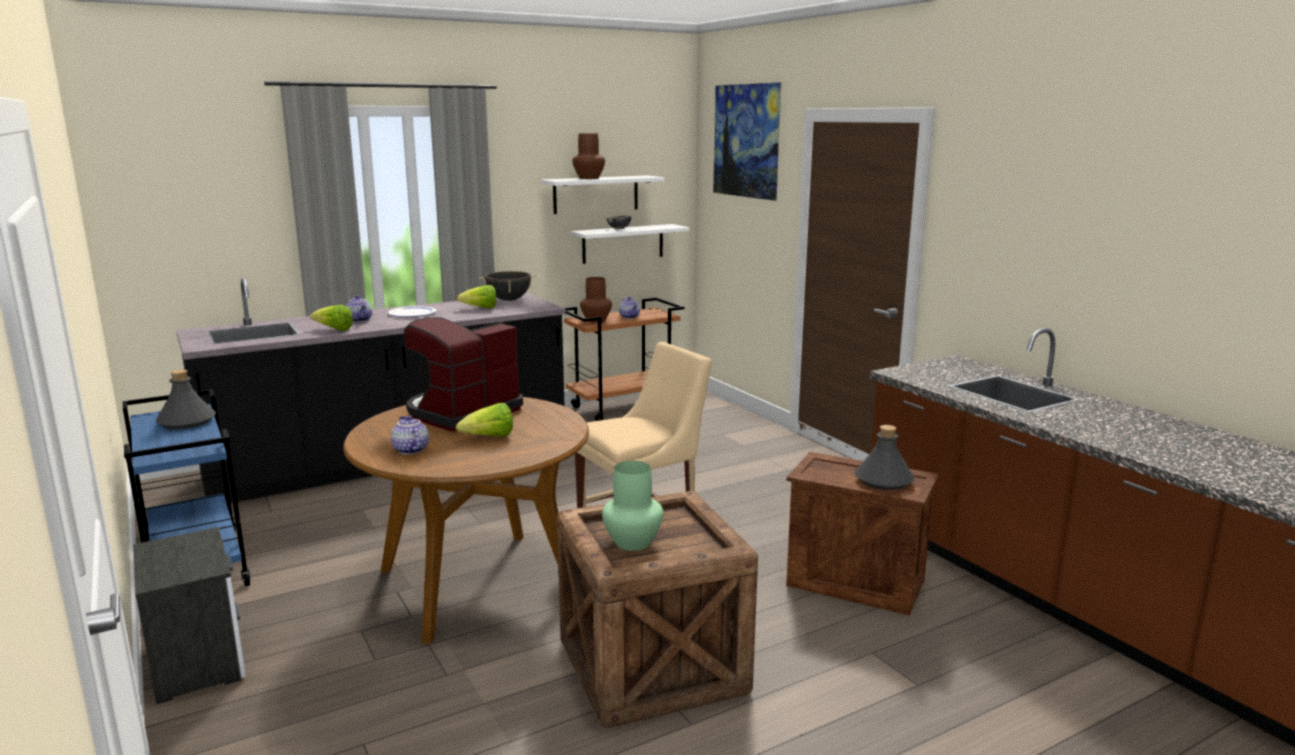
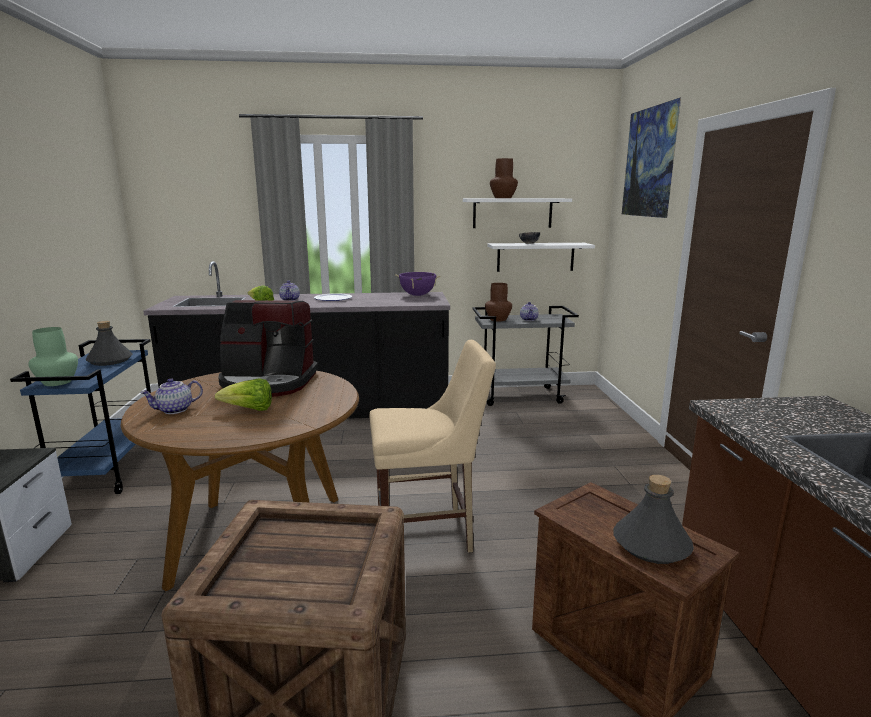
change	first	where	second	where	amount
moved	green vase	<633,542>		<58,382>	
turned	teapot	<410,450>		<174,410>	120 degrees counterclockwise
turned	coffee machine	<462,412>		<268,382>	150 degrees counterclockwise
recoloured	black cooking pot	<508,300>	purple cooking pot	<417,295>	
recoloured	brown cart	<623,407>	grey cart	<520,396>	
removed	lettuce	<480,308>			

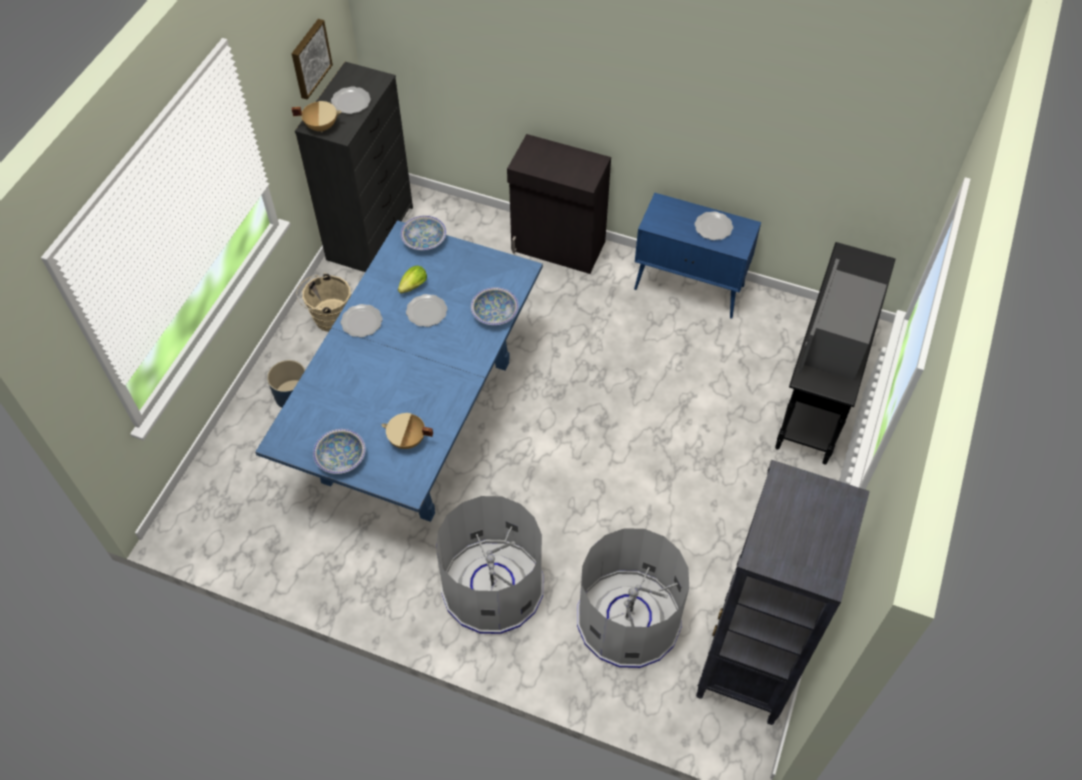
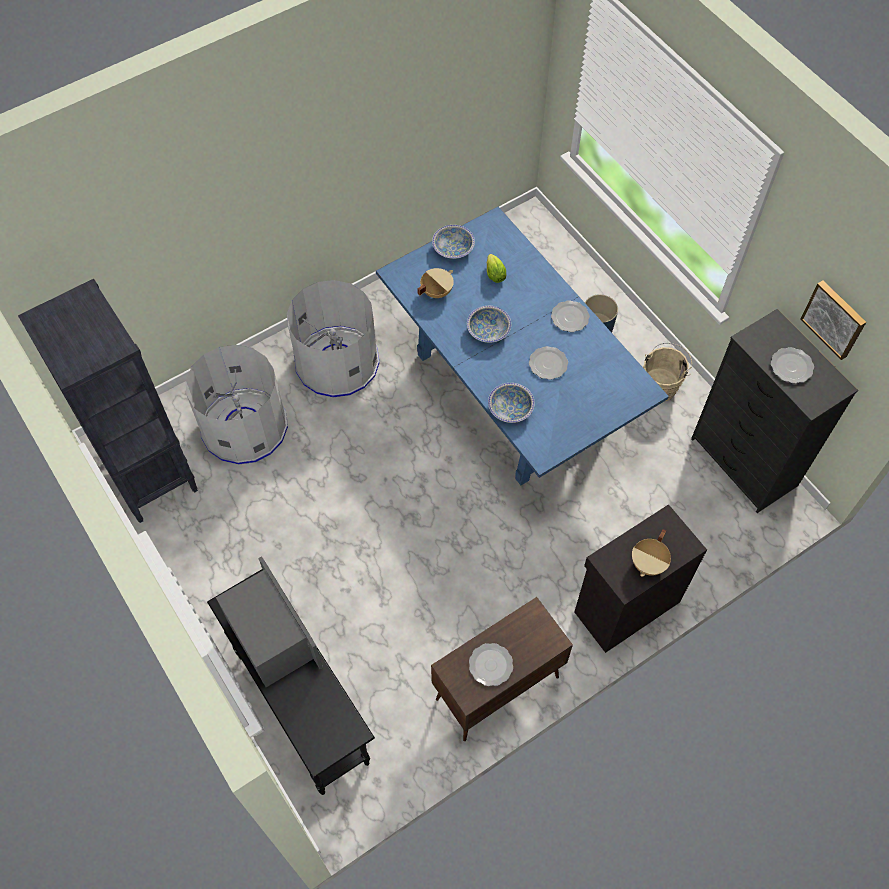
change	first	where	second	where	amount
recoloured	blue cabinet	<690,288>	brown cabinet	<496,689>	
moved	bowl	<424,241>		<488,330>	
moved	lettuce	<412,287>		<494,273>	
moved	beige cooking pot	<321,126>		<649,564>	

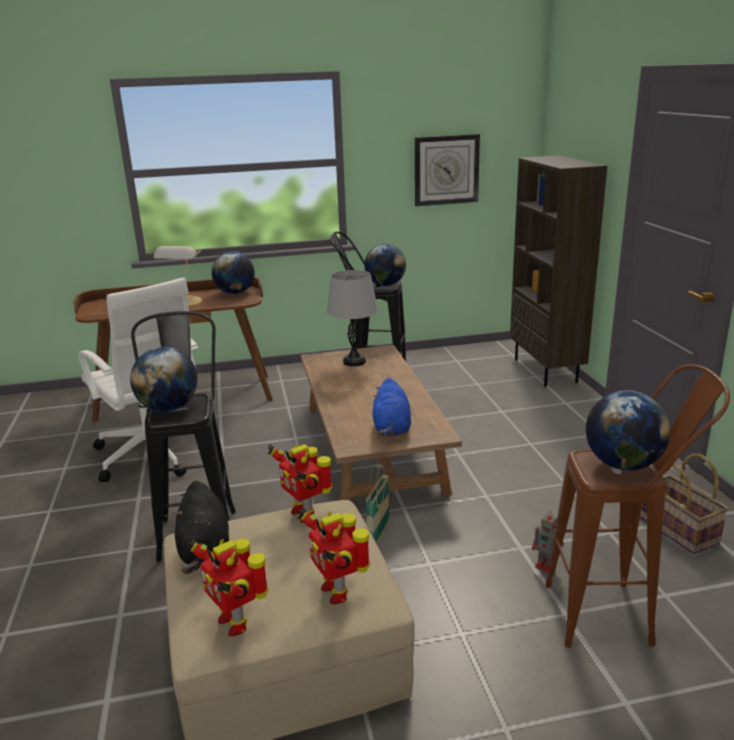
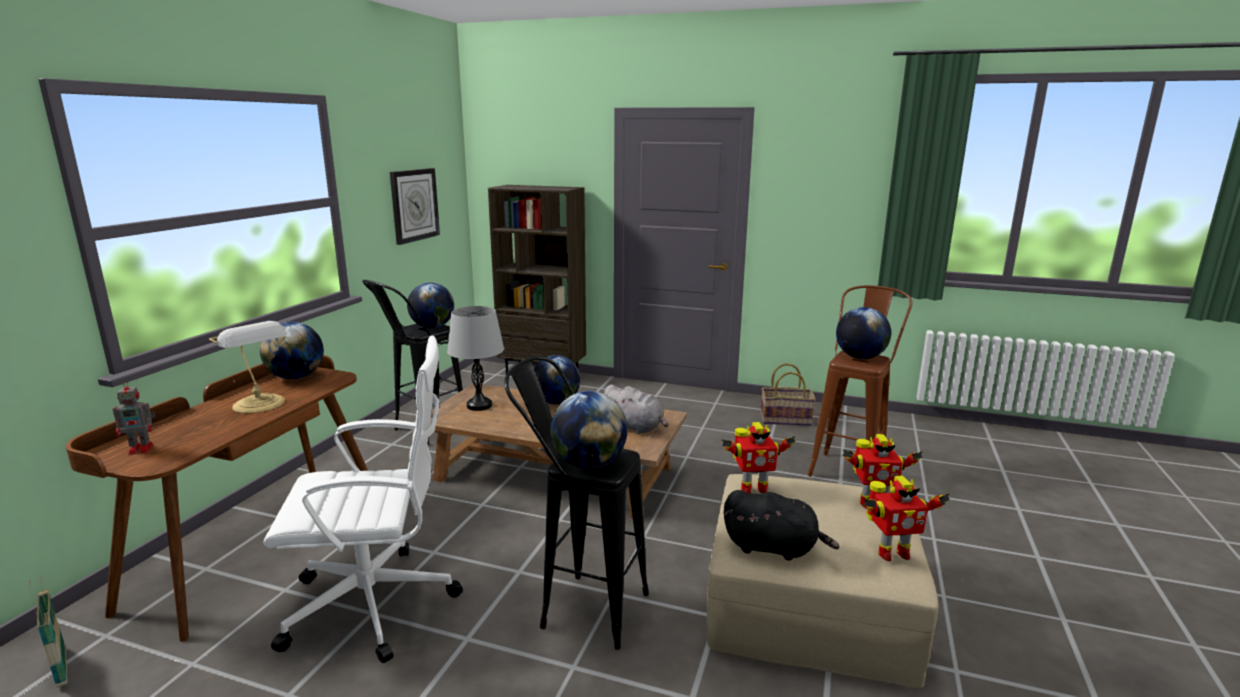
change	first	where	second	where	amount
moved	basket	<378,535>		<61,668>	
moved	toy robot	<546,565>		<142,449>	
added			globe	<556,402>	
recoloured	blue plush toy	<391,428>	grey plush toy	<634,428>	

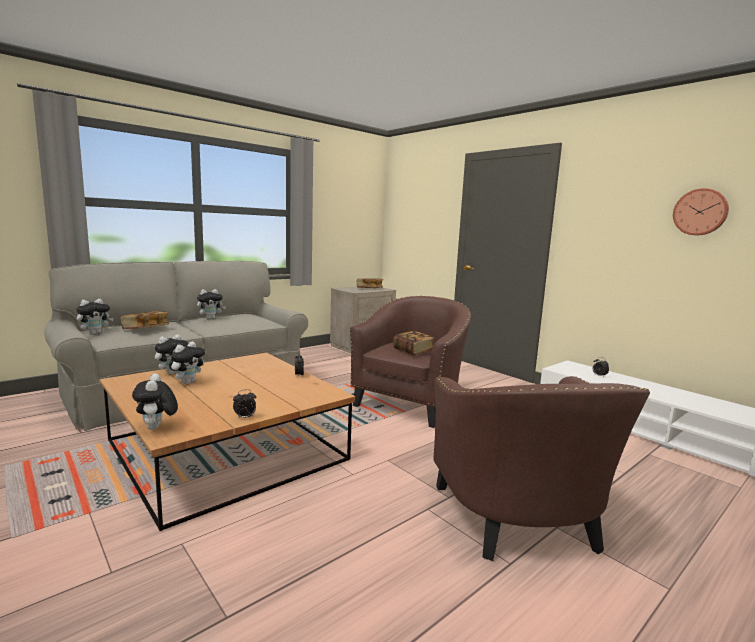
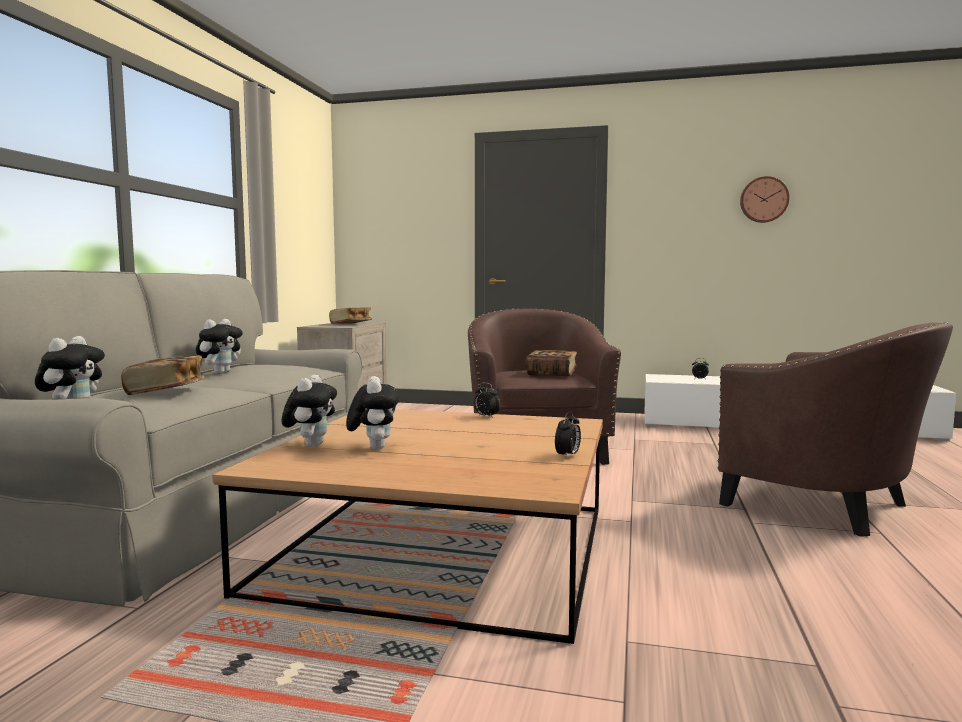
change	first	where	second	where	amount
removed	plush toy	<157,428>			

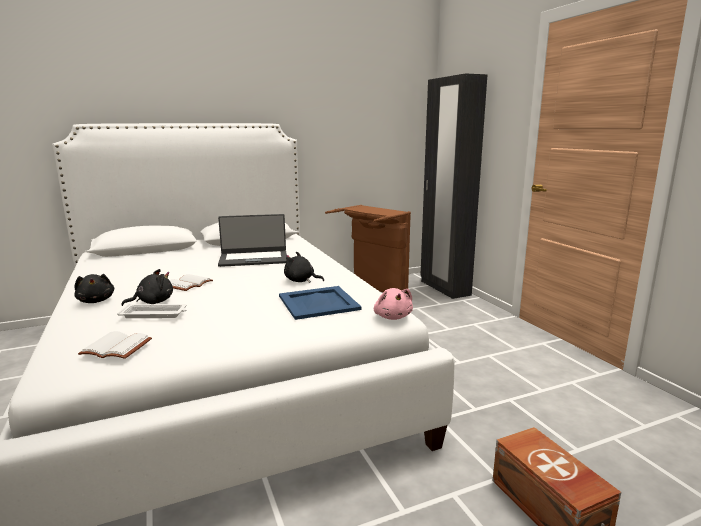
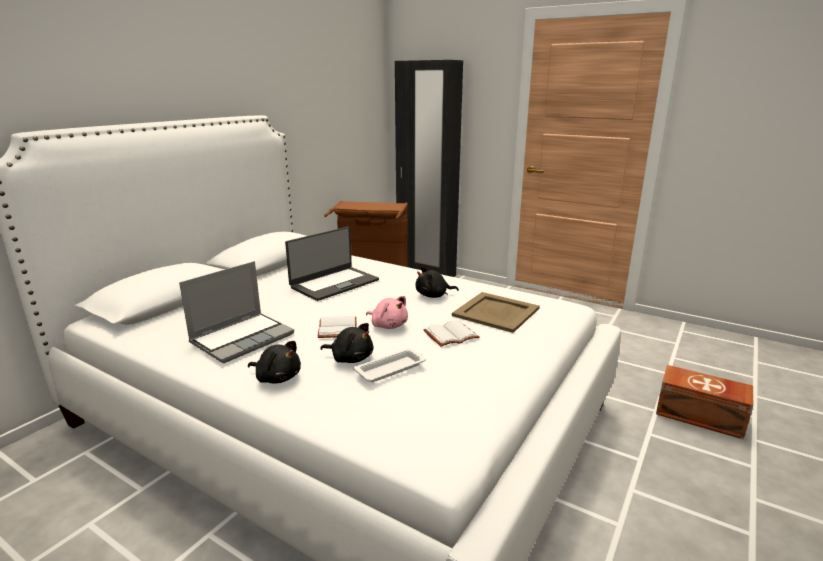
change	first	where	second	where	amount
added			laptop	<243,338>	
turned	black plush toy	<153,302>		<350,358>	90 degrees clockwise
moved	pink plush toy	<392,317>		<388,325>	
moved	white book	<114,348>		<451,336>	
recoloured	blue tray	<318,303>	beige tray	<496,312>	

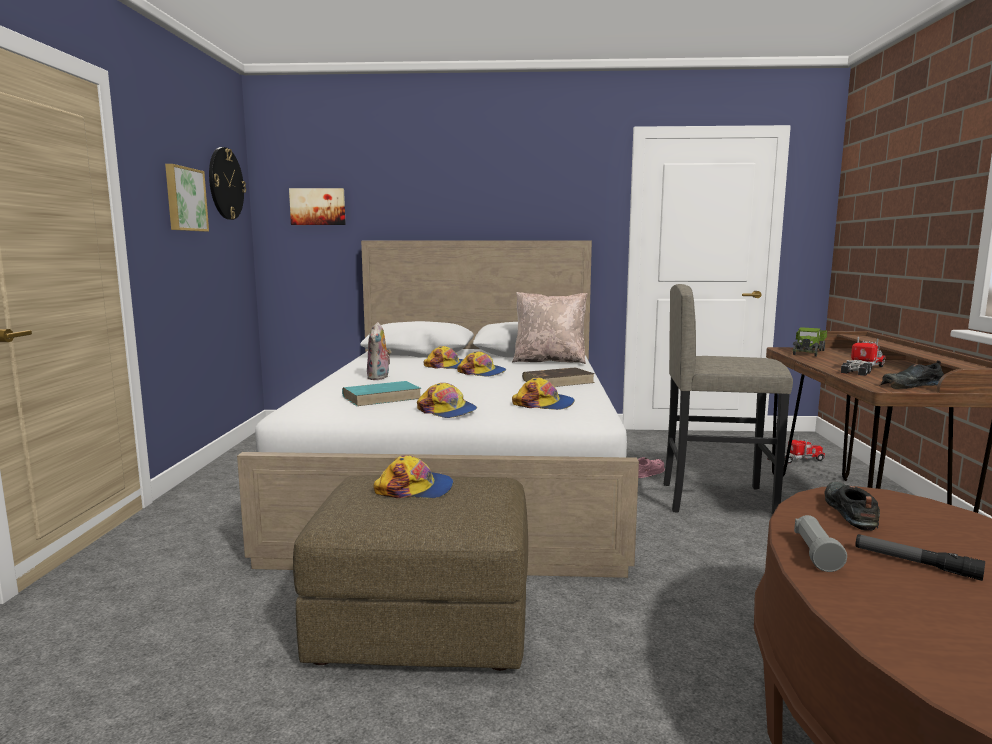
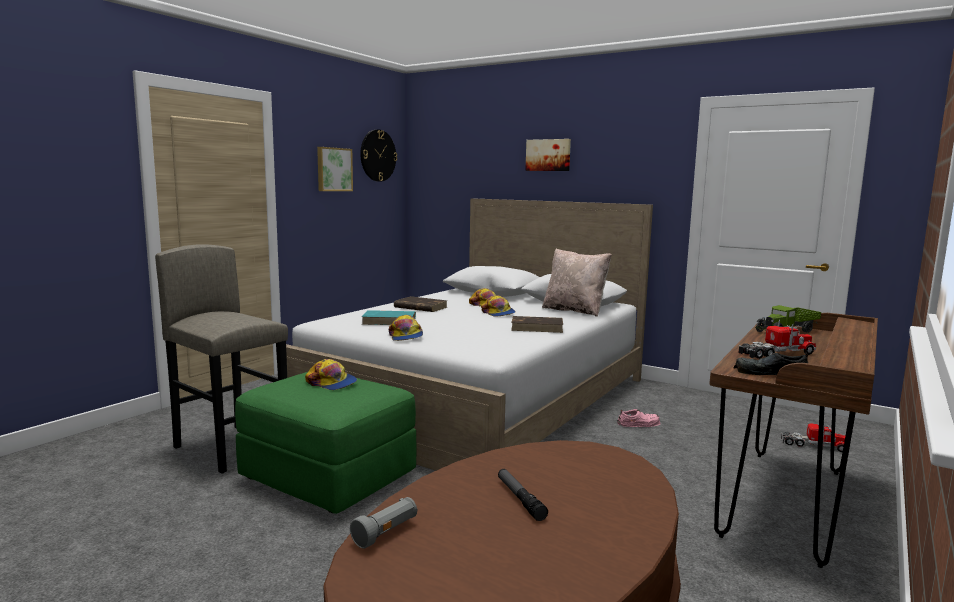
change	first	where	second	where	amount
moved	grey stool	<716,499>		<232,447>	
recoloured	brown ottoman	<424,623>	green ottoman	<329,476>	
moved	grey flashlight	<816,554>		<386,533>	
replaced	plush toy	<379,378>	brown book	<420,307>	
moved	picture	<318,207>		<548,155>	
removed	cap	<544,404>			
removed	black shoe	<849,512>			

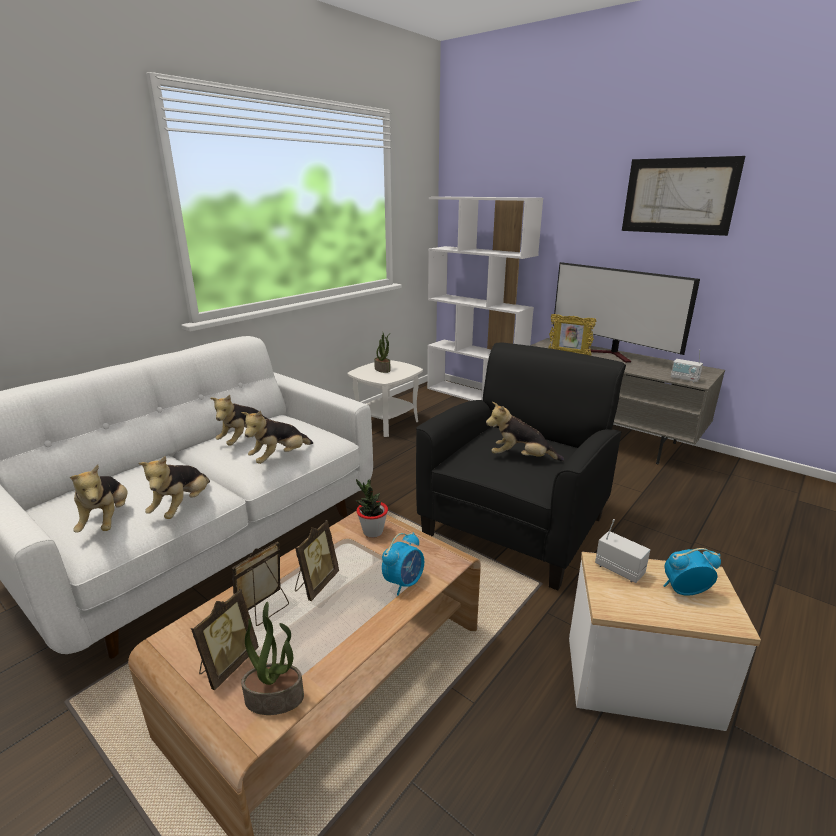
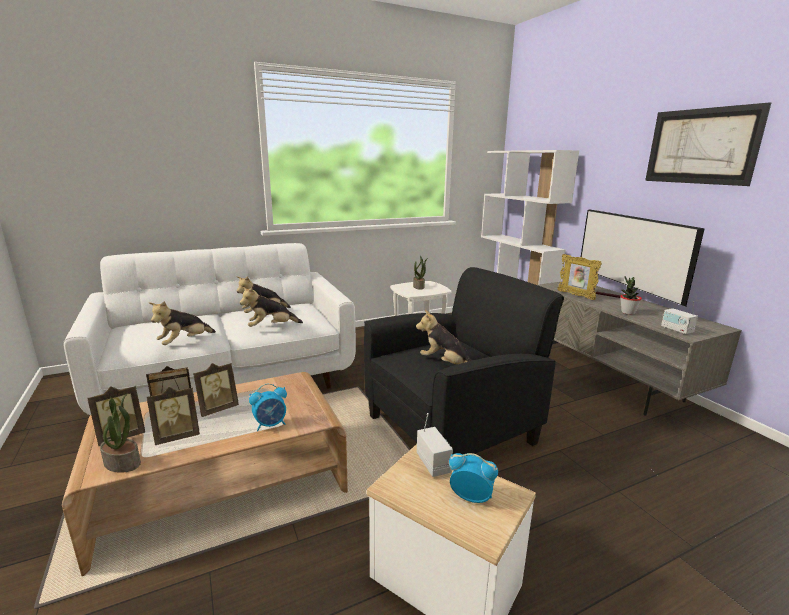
change	first	where	second	where	amount
added			picture frame	<177,436>	
moved	potted plant	<373,532>		<627,312>	
removed	plush toy	<107,520>			

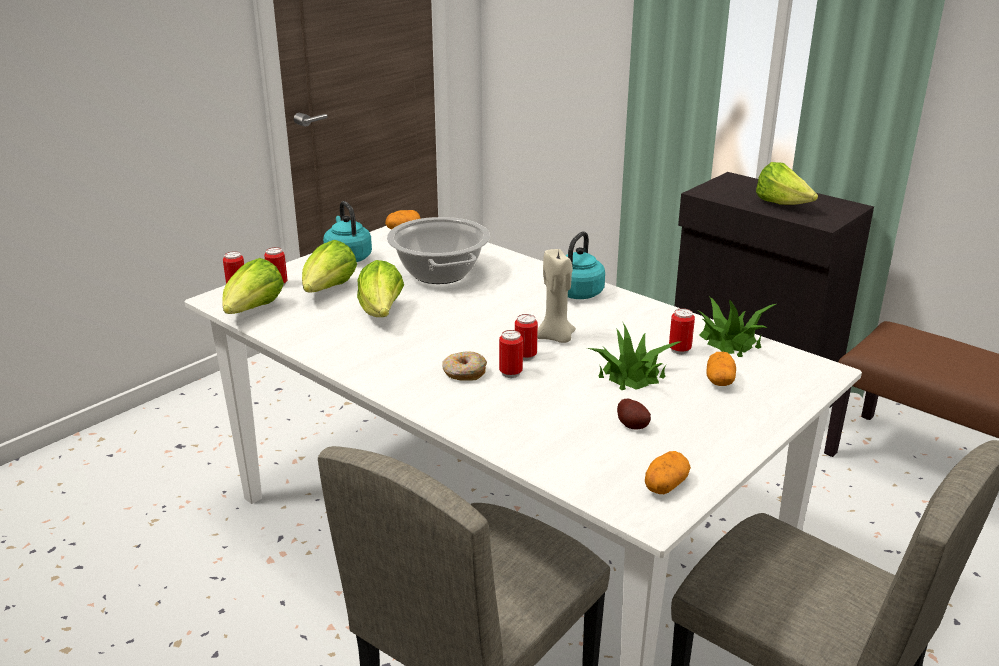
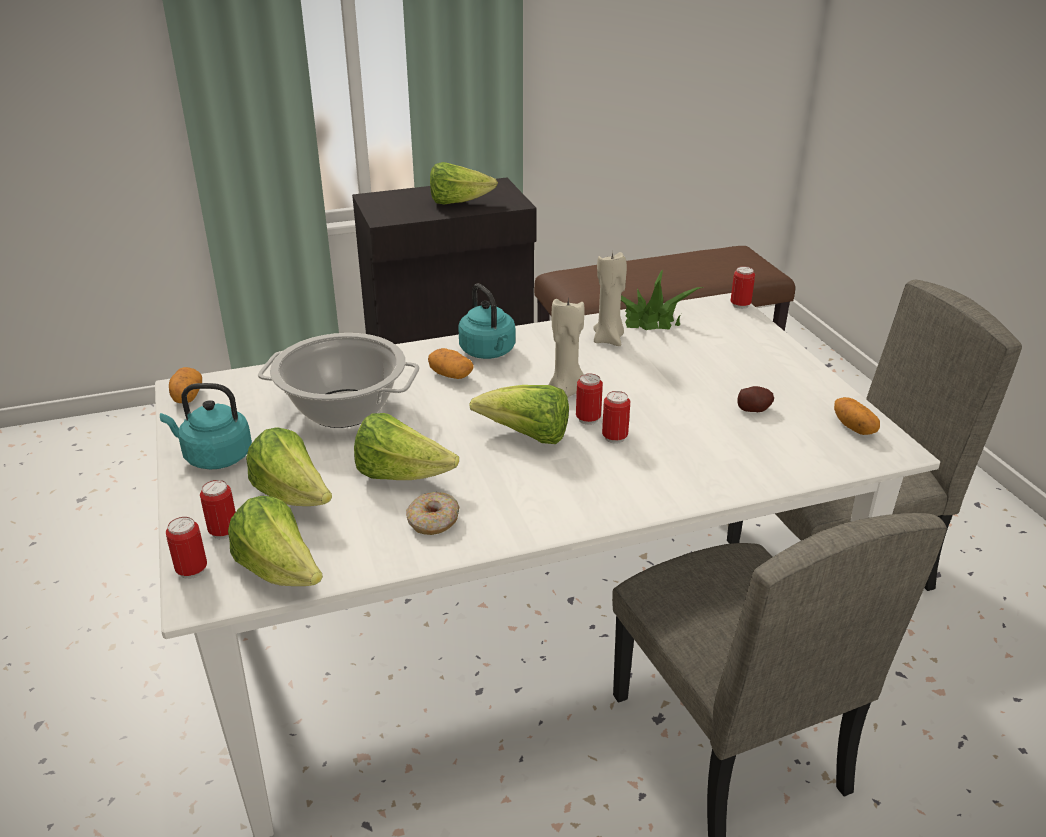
change	first	where	second	where	amount
moved	donut	<464,373>		<433,521>	
moved	potato	<719,380>		<450,375>	
added			lettuce	<527,436>	
added			beige candle	<609,339>	
moved	can	<679,350>		<740,305>	
removed	potted plant	<631,375>			

